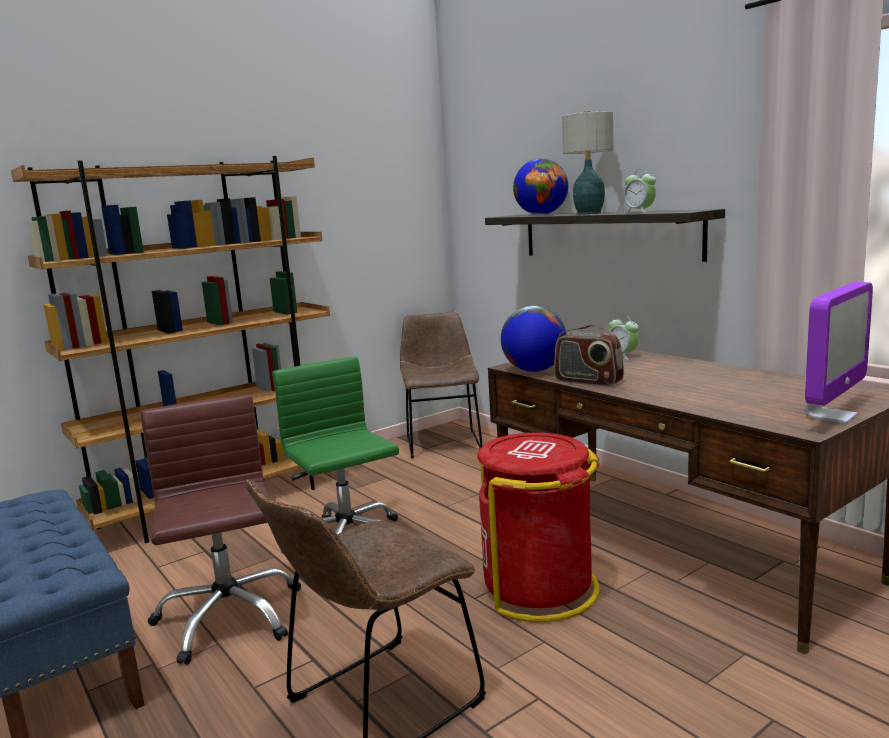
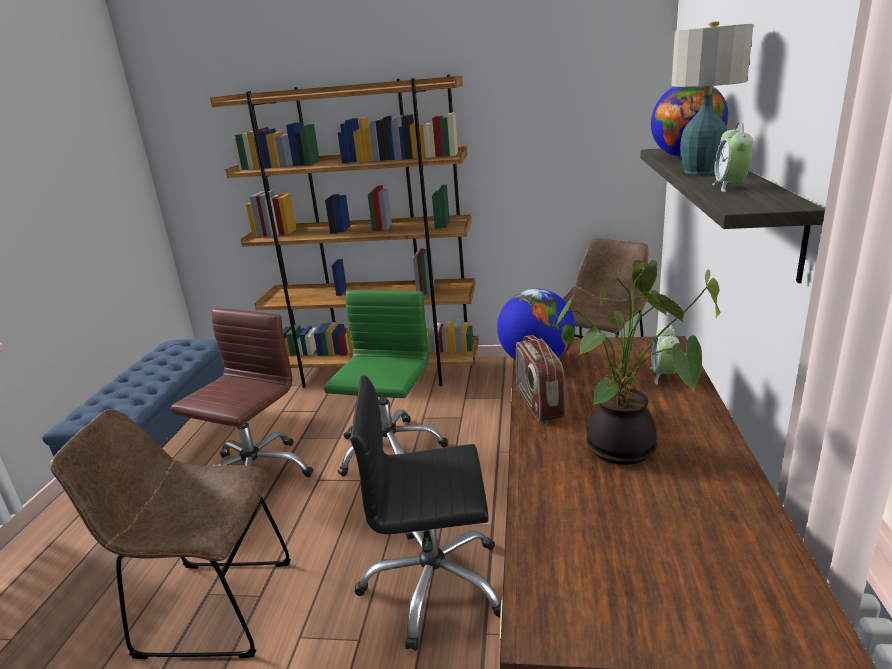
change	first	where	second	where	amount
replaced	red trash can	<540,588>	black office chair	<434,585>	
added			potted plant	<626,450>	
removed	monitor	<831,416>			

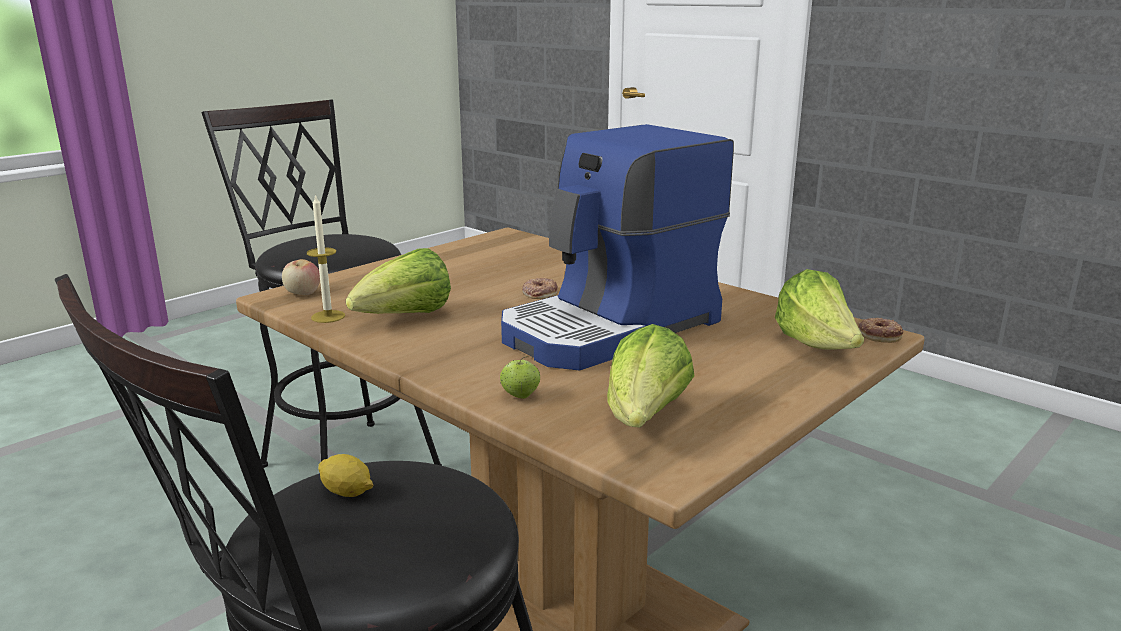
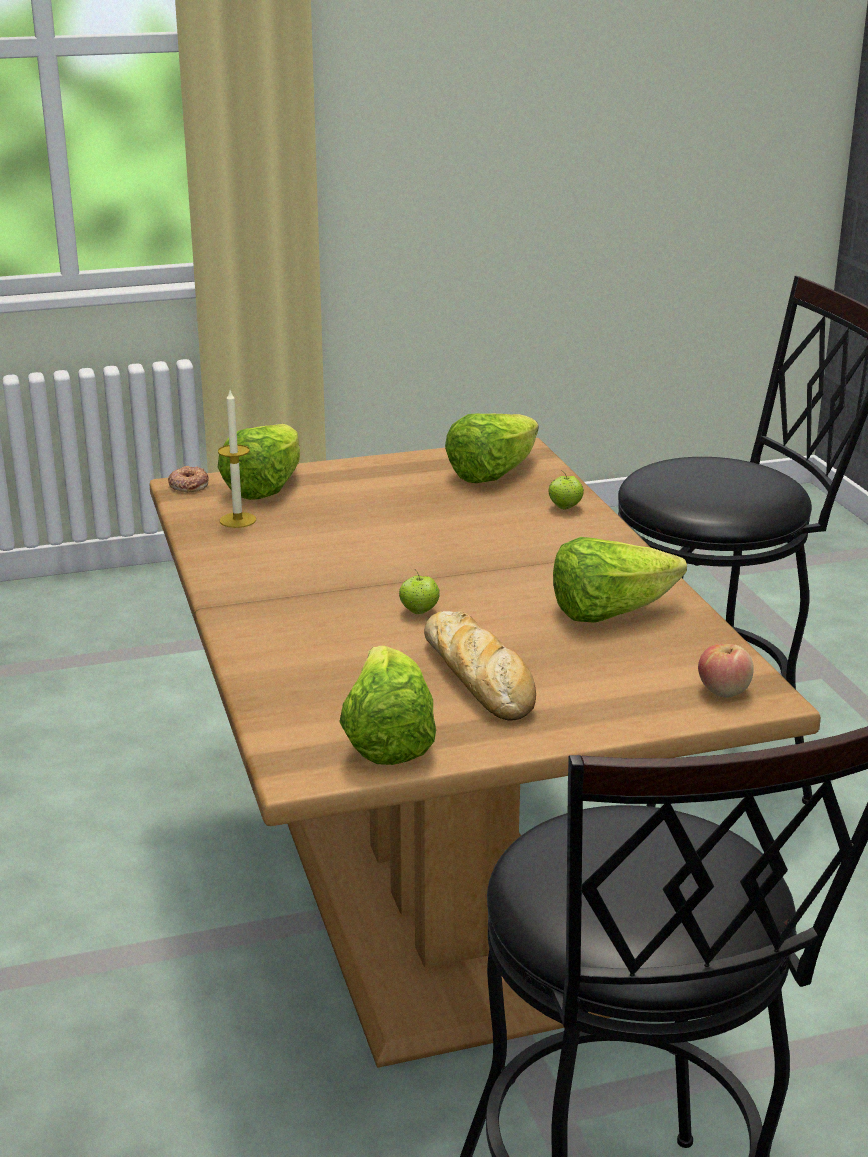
change	first	where	second	where	amount
moved	candle	<328,316>		<238,520>	
added			lettuce	<387,739>	
replaced	donut	<539,293>	apple	<419,612>	
added			bread	<479,678>	
removed	lemon	<347,492>			
removed	coffee machine	<612,329>			

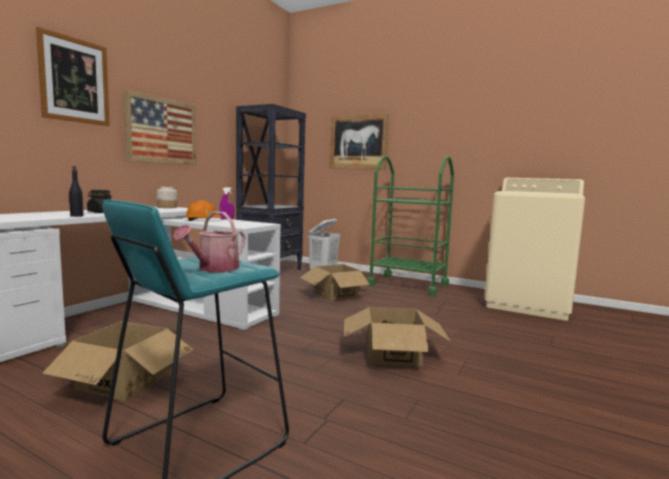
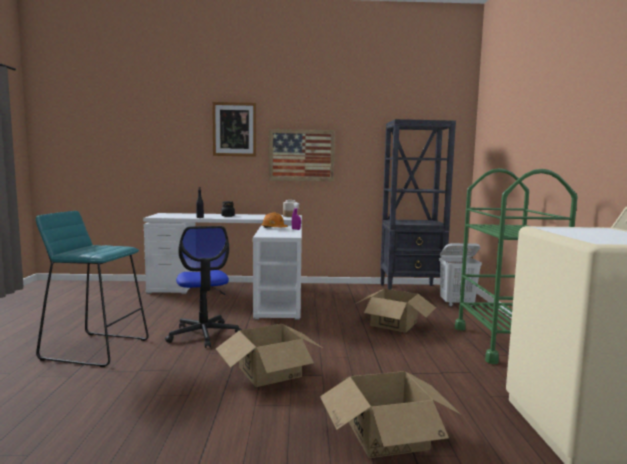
change	first	where	second	where	amount
added			office chair	<204,335>	
moved	cardboard box	<124,381>		<387,435>	
removed	watering can	<214,269>			
removed	picture	<358,142>			

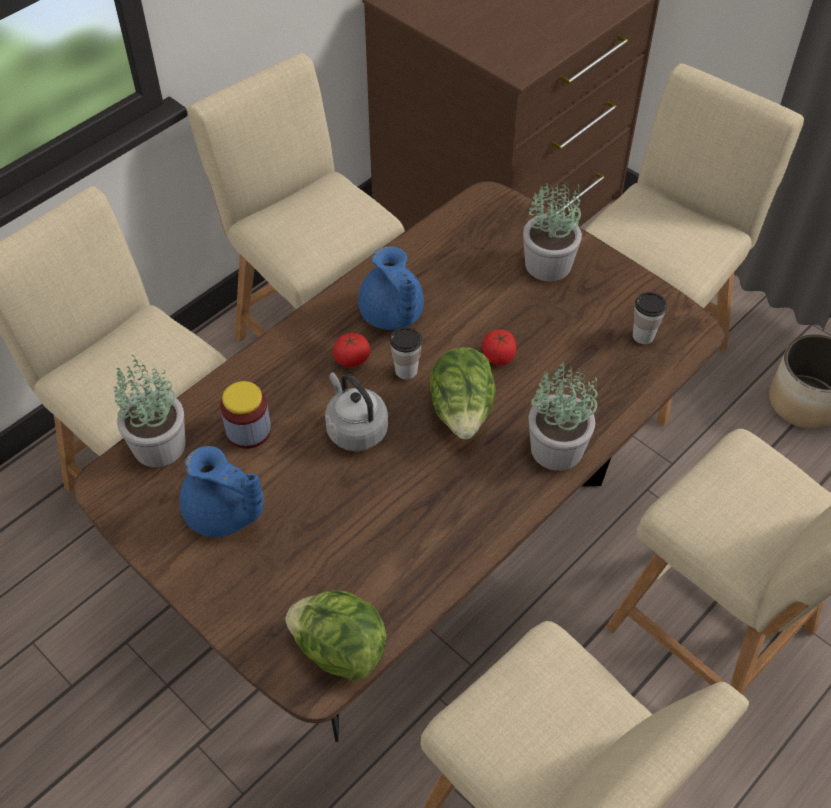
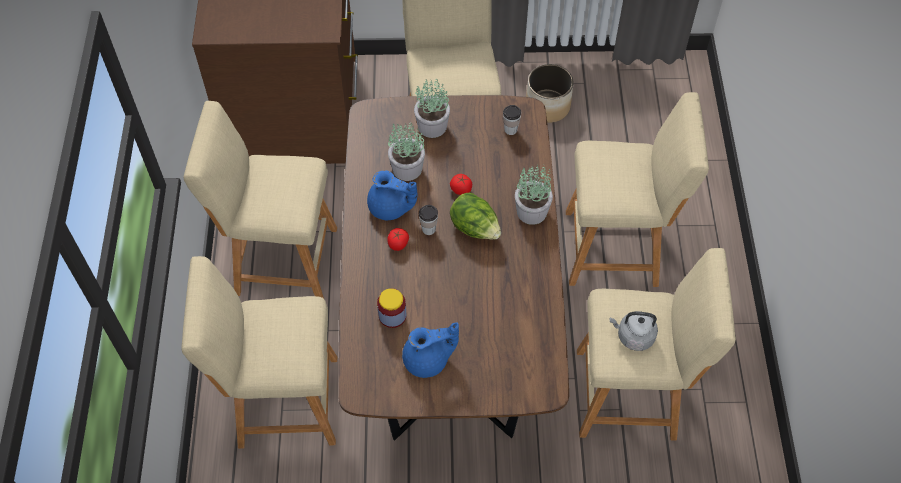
change	first	where	second	where	amount
moved	potted plant	<158,445>		<406,169>	
moved	grey kettle	<355,429>		<633,336>	
removed	lettuce	<339,649>			

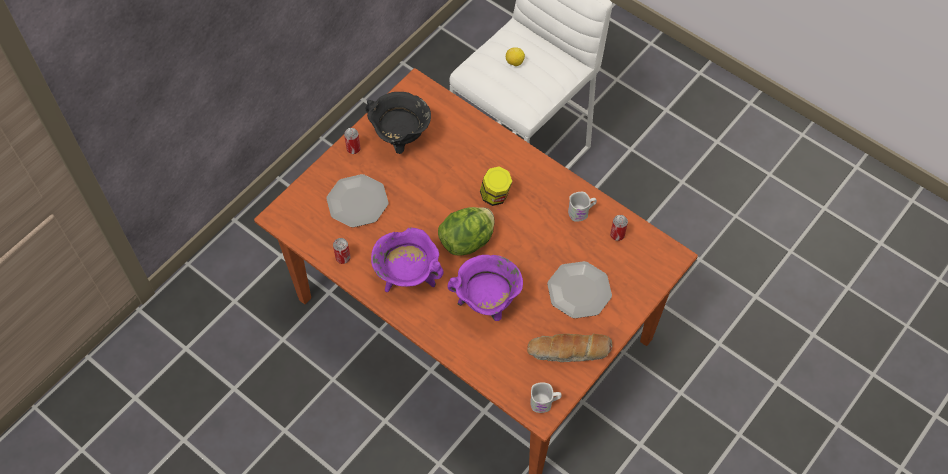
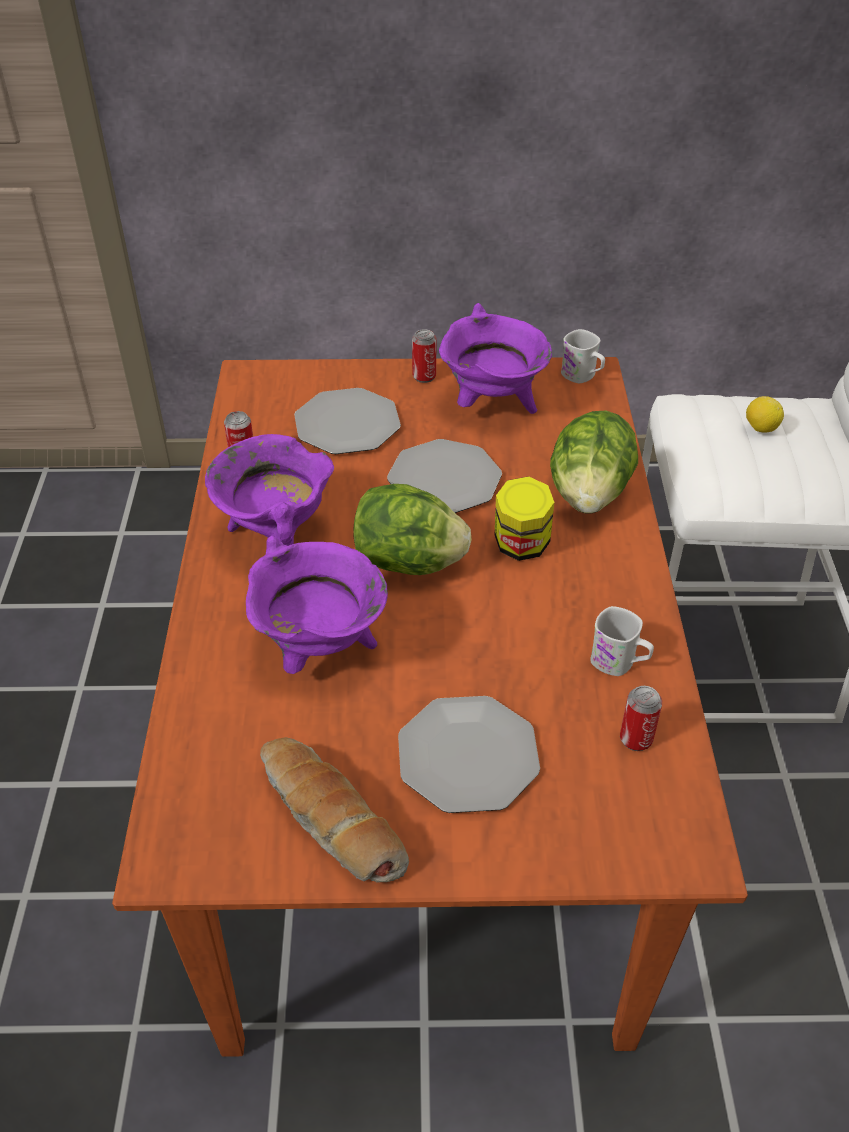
change	first	where	second	where	amount
added			plate	<444,479>	
recoloured	black cooking pot	<400,139>	purple cooking pot	<492,405>	
added			lettuce	<589,494>	
moved	white mug	<545,403>		<582,376>	

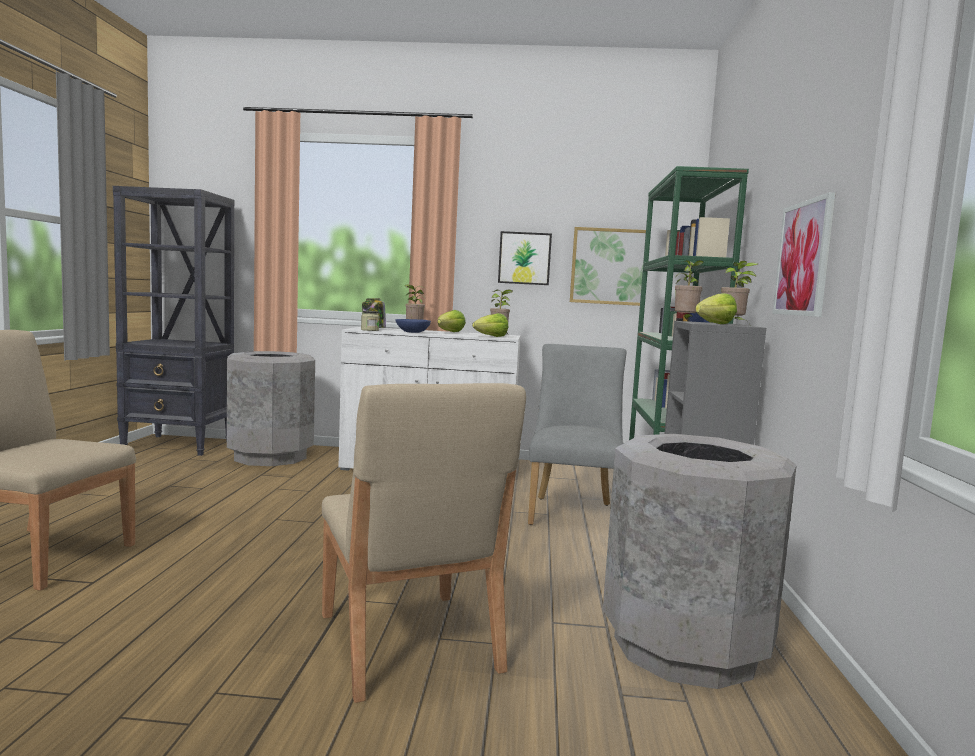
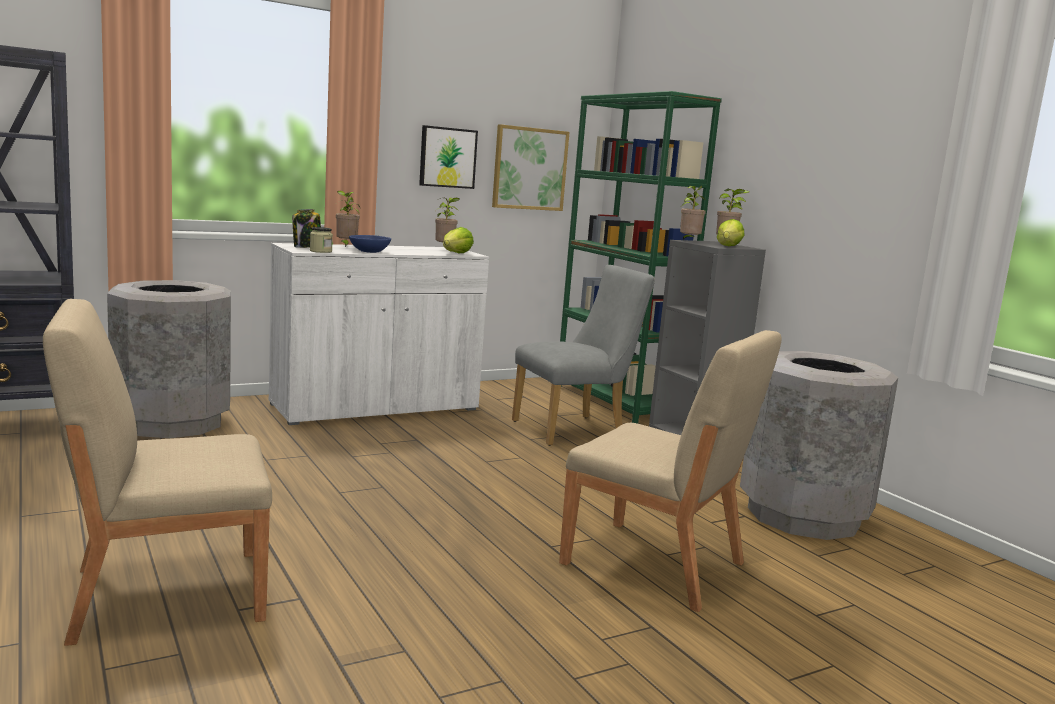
change	first	where	second	where	amount
turned	grey chair	<573,511>		<575,429>	90 degrees clockwise
removed	lettuce	<450,332>			
removed	picture	<803,258>			

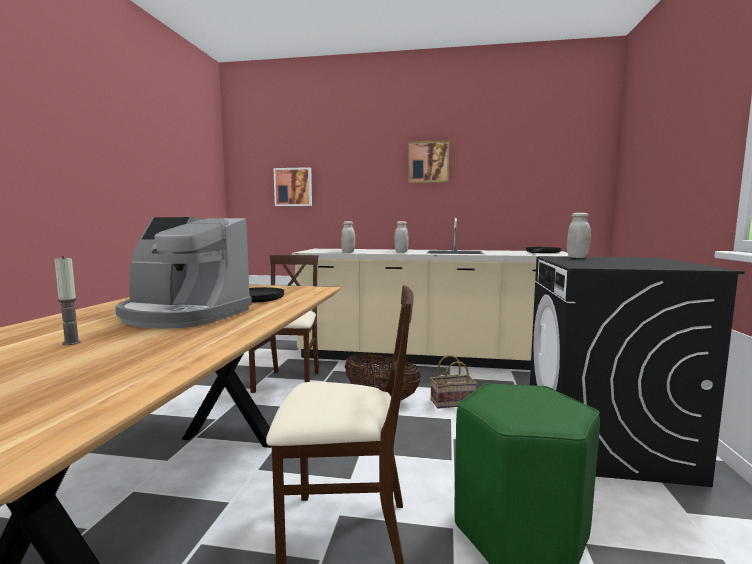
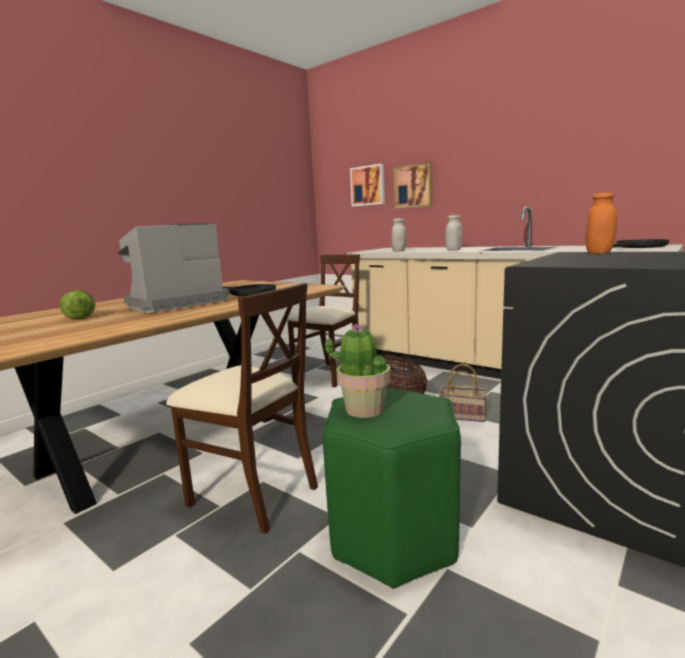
change	first	where	second	where	amount
replaced	candle	<71,343>	lettuce	<79,317>	
turned	coffee machine	<183,315>		<174,304>	90 degrees clockwise
added			potted plant	<364,409>	
moved	picture	<428,162>		<413,186>	
recoloured	white jar	<577,257>	orange jar	<599,253>	

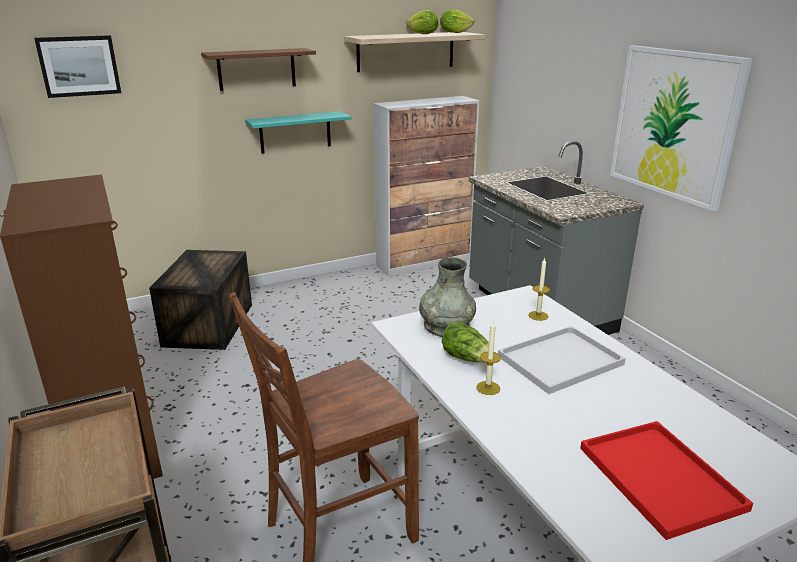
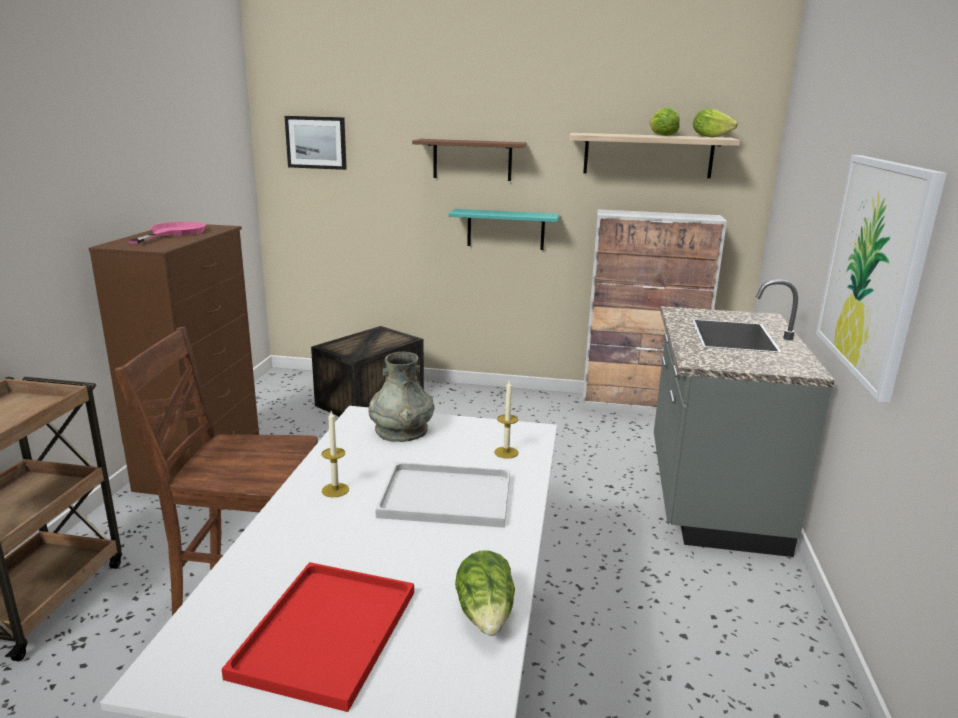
change	first	where	second	where	amount
added			pink frying pan	<173,233>	
moved	lettuce	<467,358>		<486,615>	

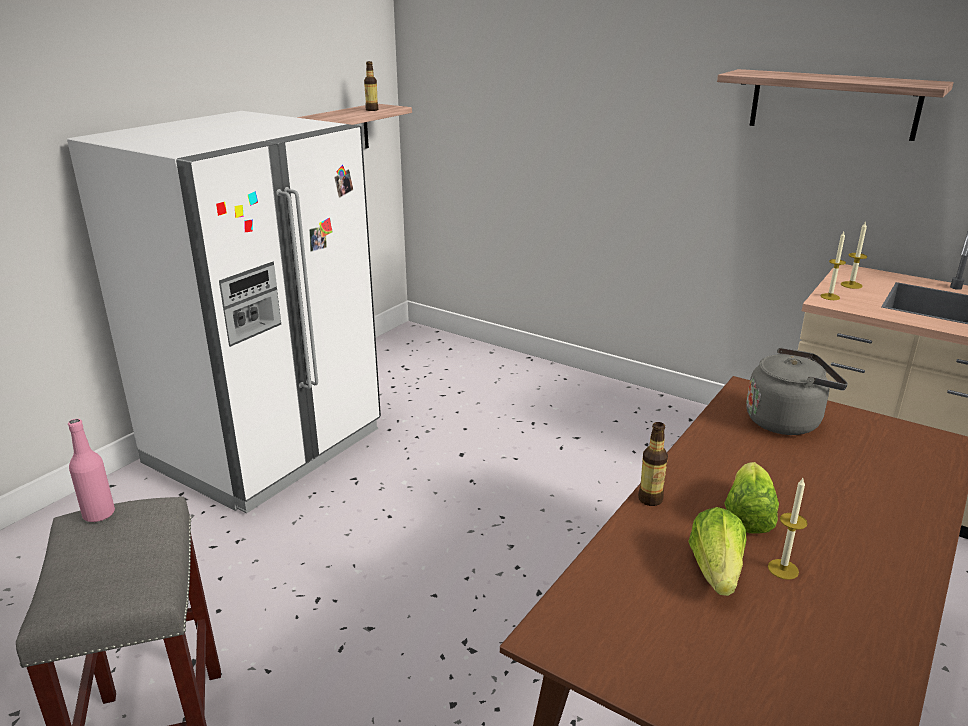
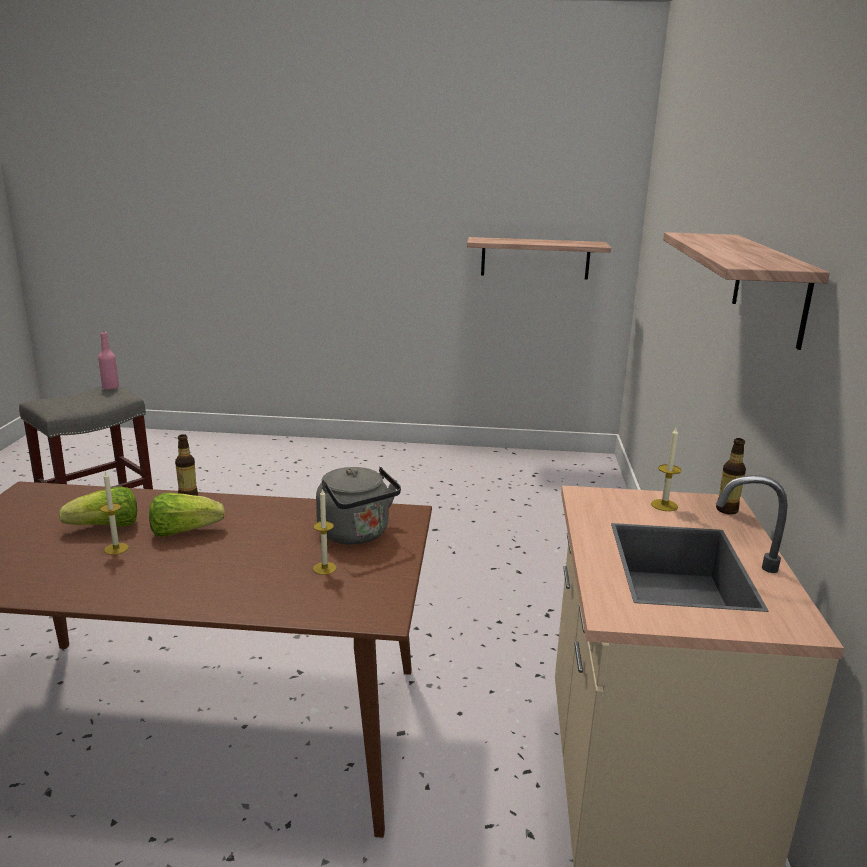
change	first	where	second	where	amount
moved	candle	<830,297>		<324,568>	
moved	bottle	<372,110>		<726,510>	
removed	white fridge	<266,447>			

